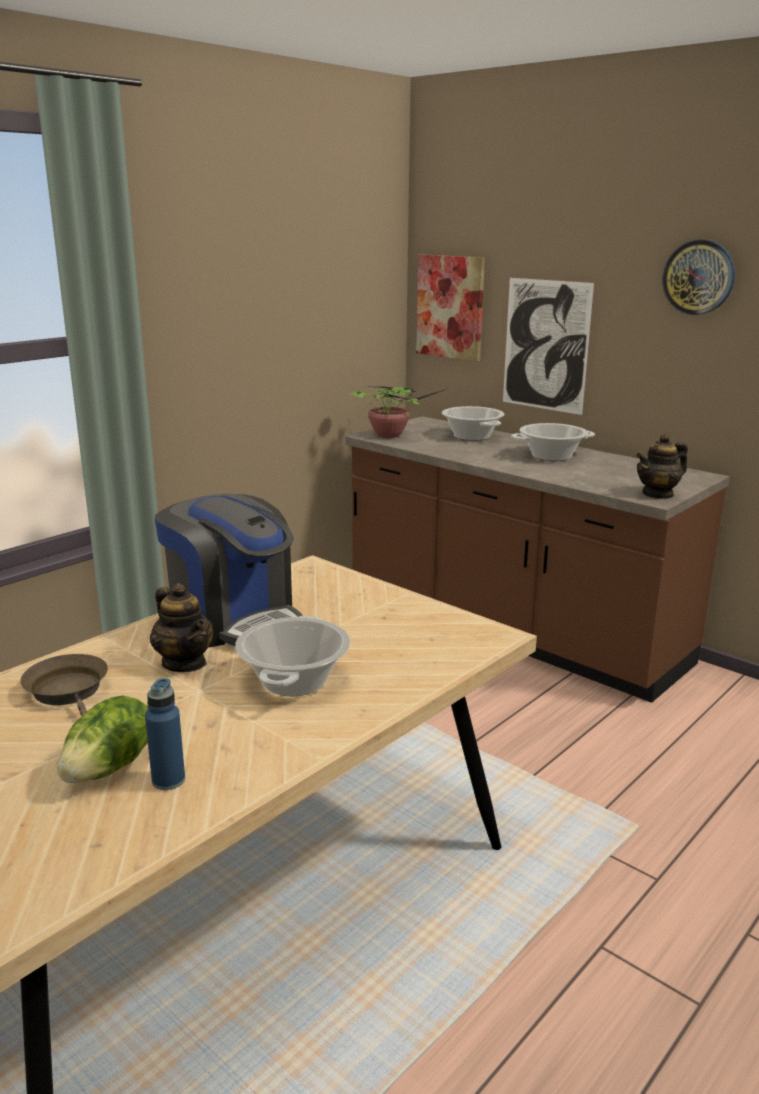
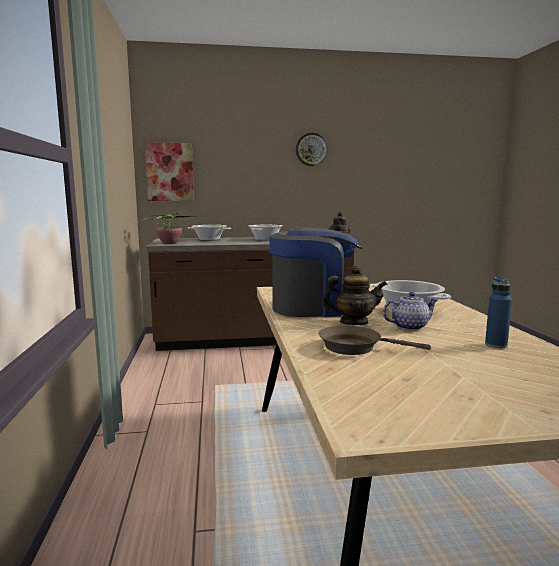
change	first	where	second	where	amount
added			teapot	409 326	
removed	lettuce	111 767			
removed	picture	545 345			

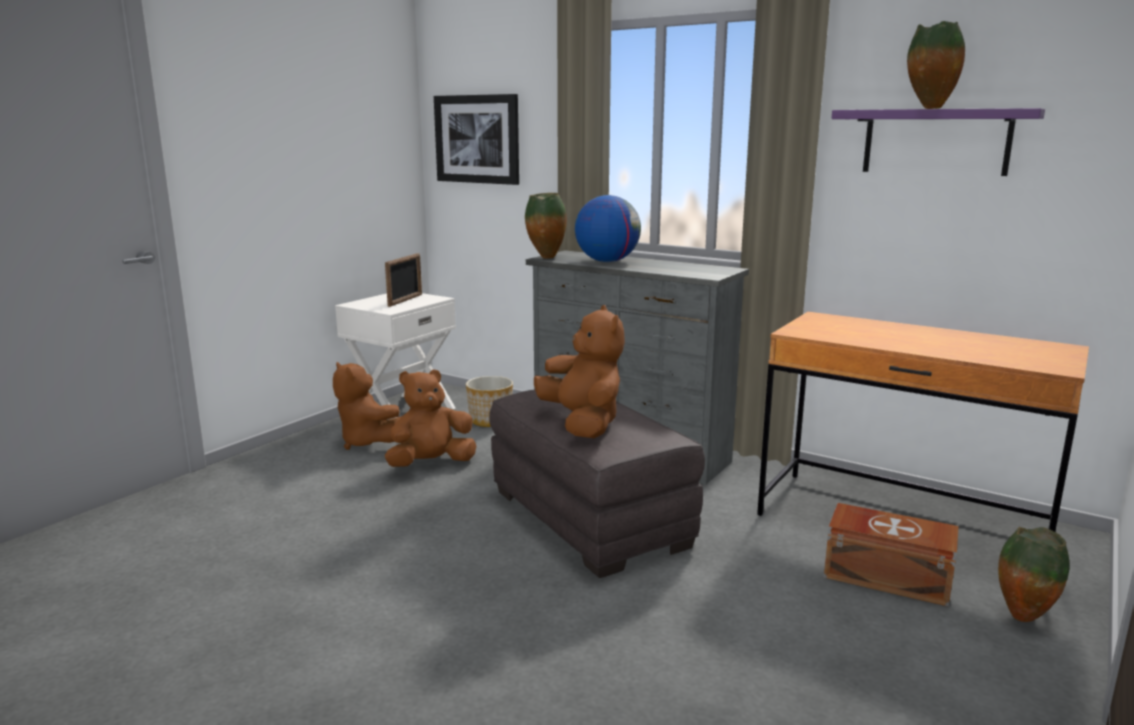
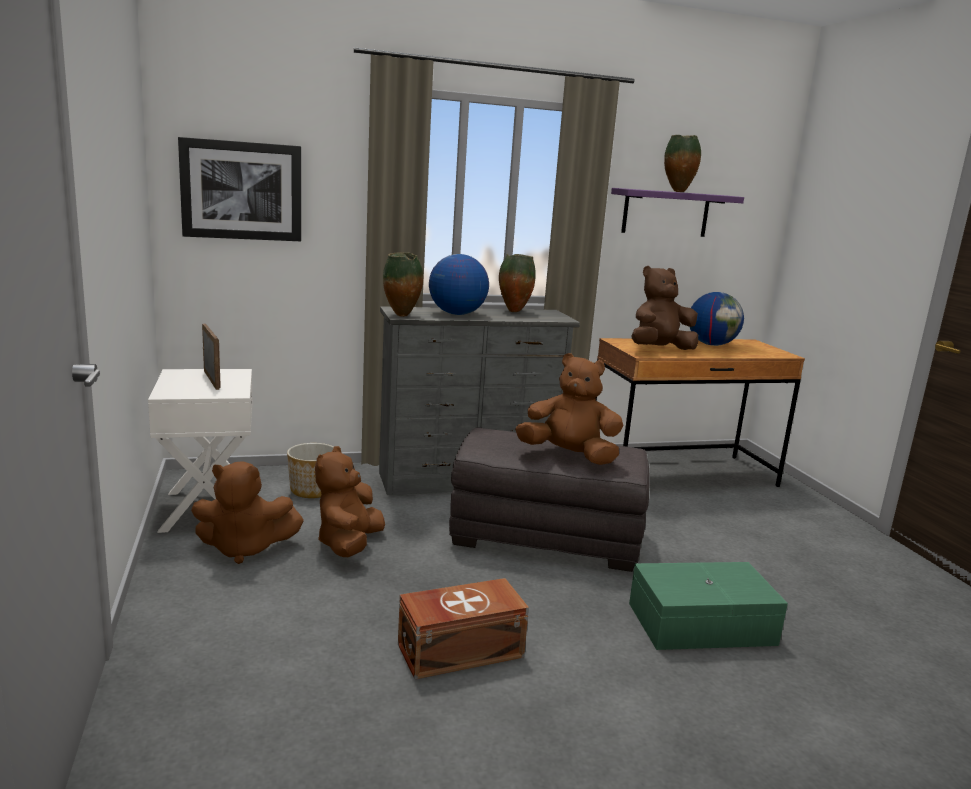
change	first	where	second	where	amount
moved	brown_storage_box	885 576		458 650	
moved	vase	1022 617		513 311	
added			green_storage_box	699 622	
added			brown_plush_toy	659 350	
added			globe	711 344	

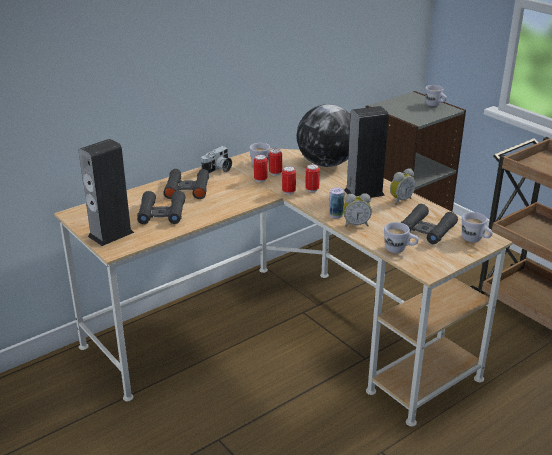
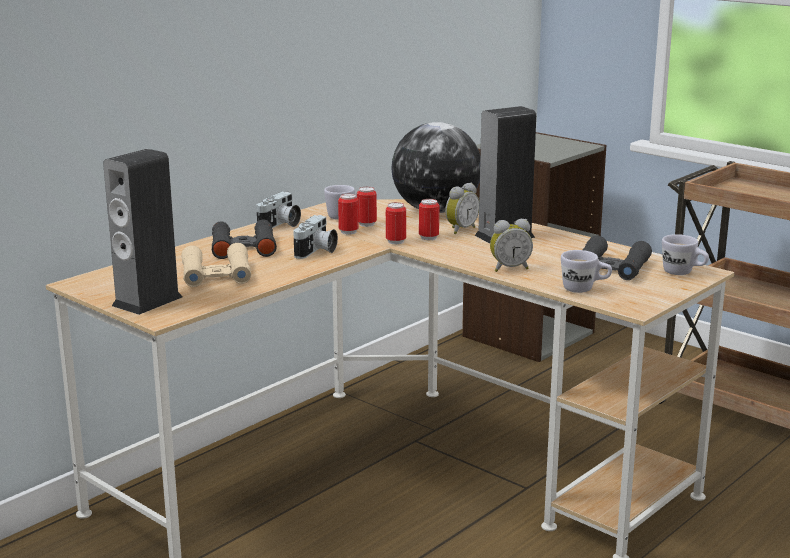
change	first	where	second	where	amount
recoloured	black_binoculars	162 213	beige_binoculars	216 274	
added			photo_camera	316 251	
moved	alarm_clock	400 200		460 230	
removed	can	336 215			
removed	white_mug	435 105			

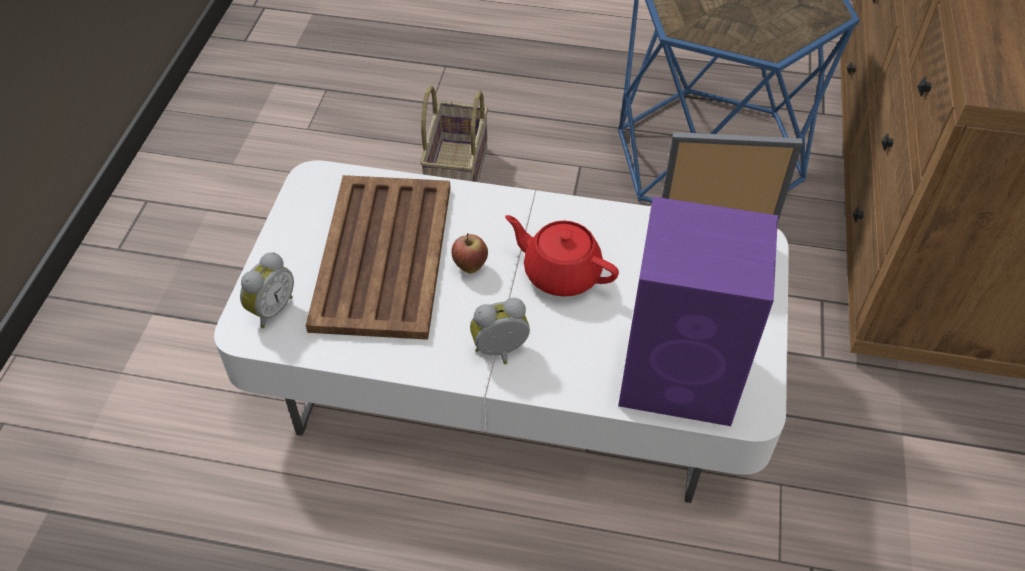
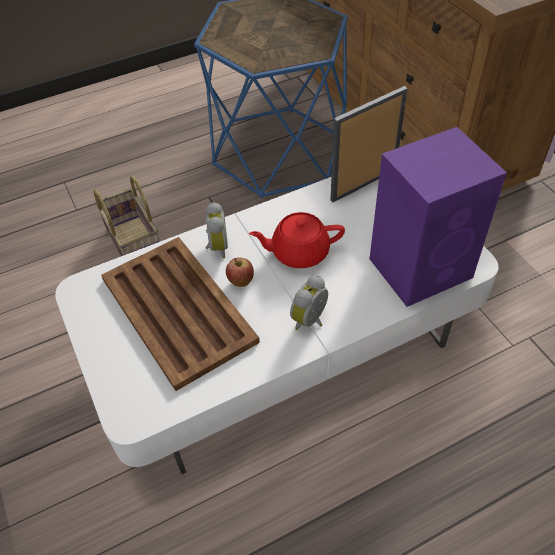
change	first	where	second	where	amount
moved	alarm_clock	270 309		216 247	

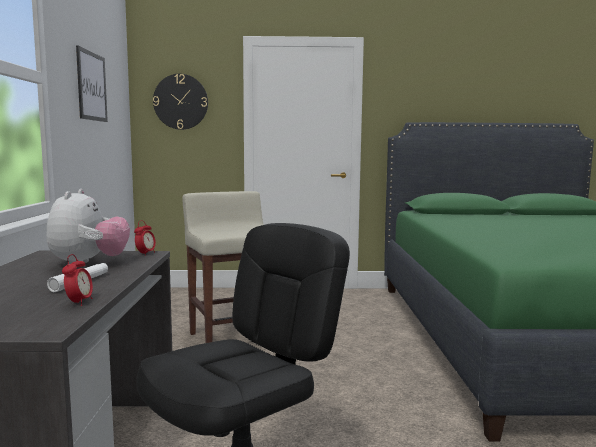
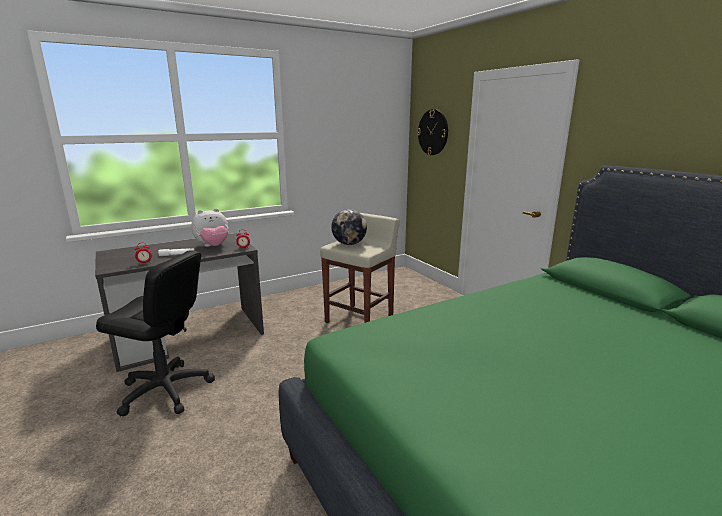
change	first	where	second	where	amount
added			globe	349 244	
removed	picture	91 86			

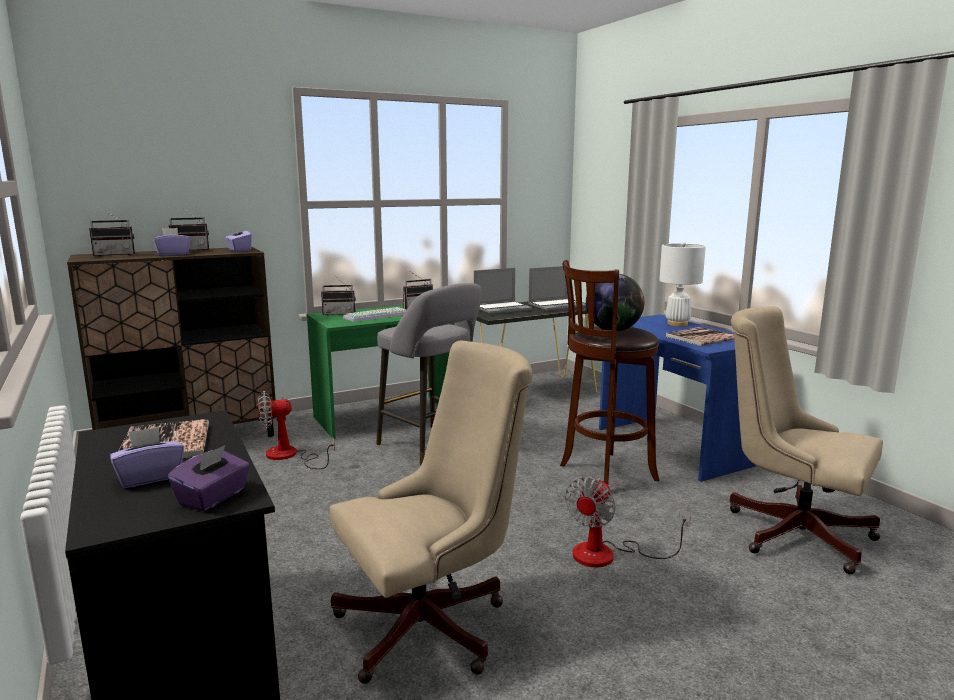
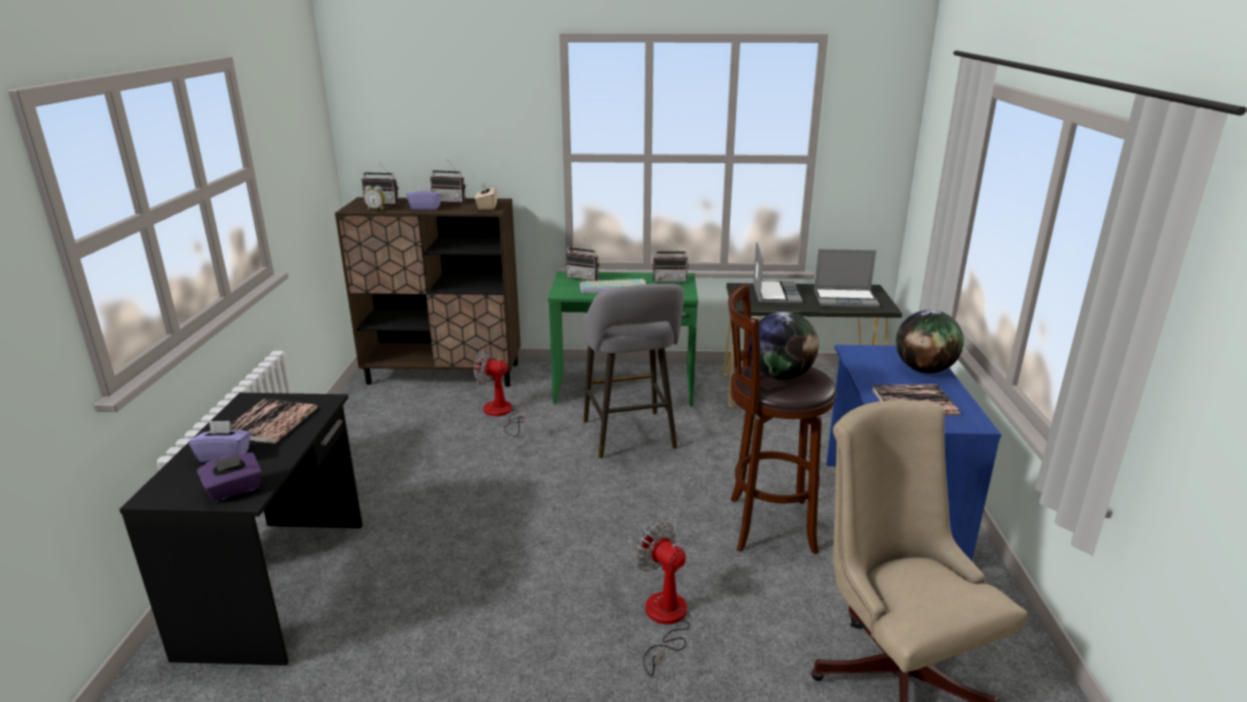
change	first	where	second	where	amount
added			alarm_clock	376 209	
recoloured	purple_tissue_box	239 250	beige_tissue_box	487 207	
turned	fan	608 555		664 621	75 degrees clockwise
turned	laptop	502 309		775 293	90 degrees counterclockwise
replaced	white_table_lamp	677 324	globe	924 370	
removed	beige_office_chair	433 625			

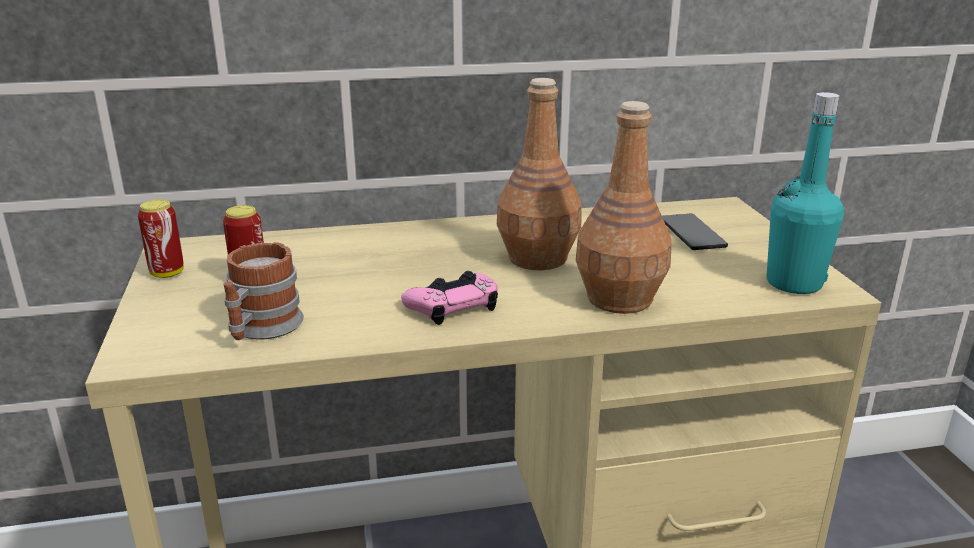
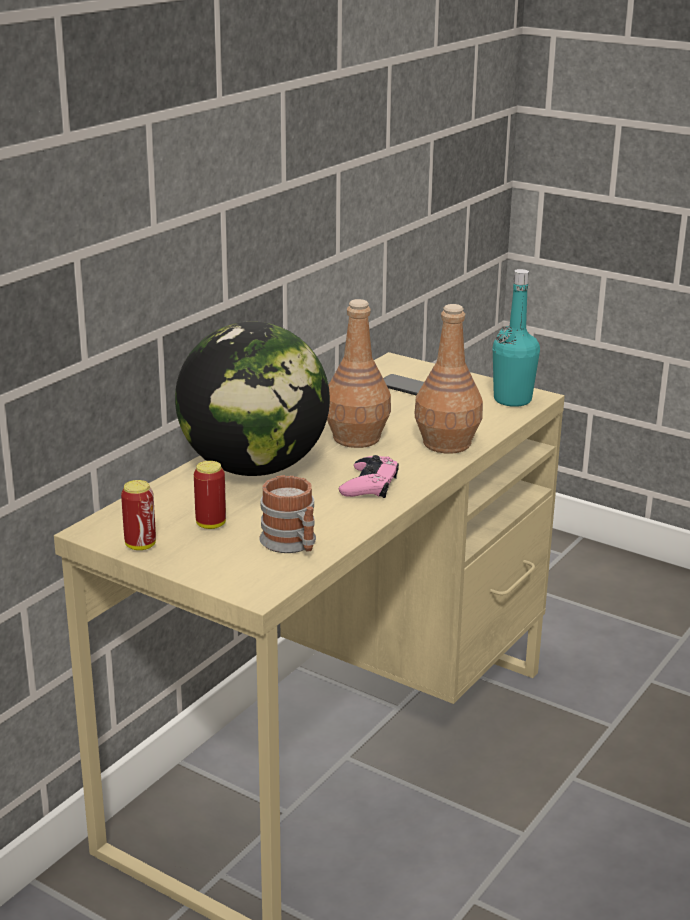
change	first	where	second	where	amount
added			globe	254 468	

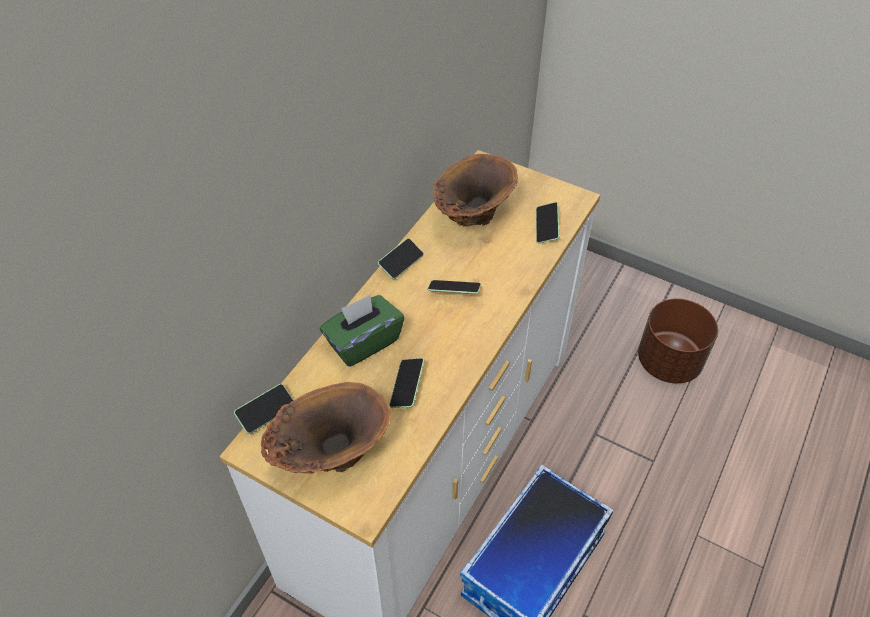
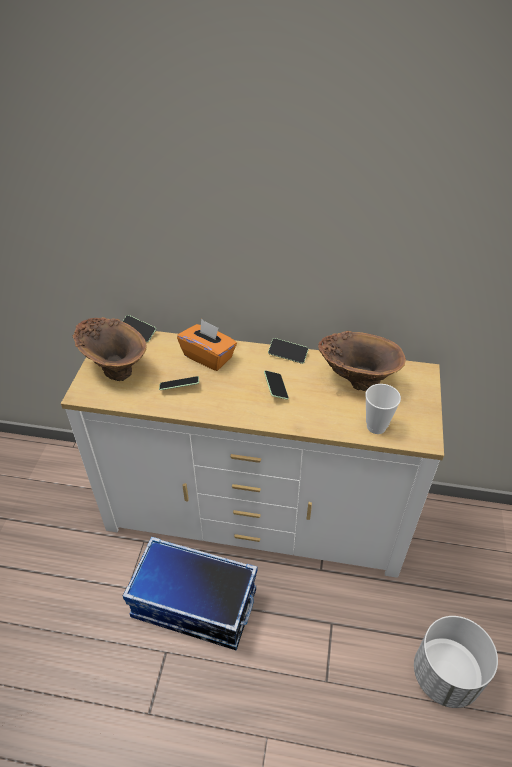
change	first	where	second	where	amount
recoloured	green_tissue_box	363 342	orange_tissue_box	208 356	
replaced	phone	546 227	cup	376 426	
recoloured	brown_planter	668 362	white_planter	446 675	

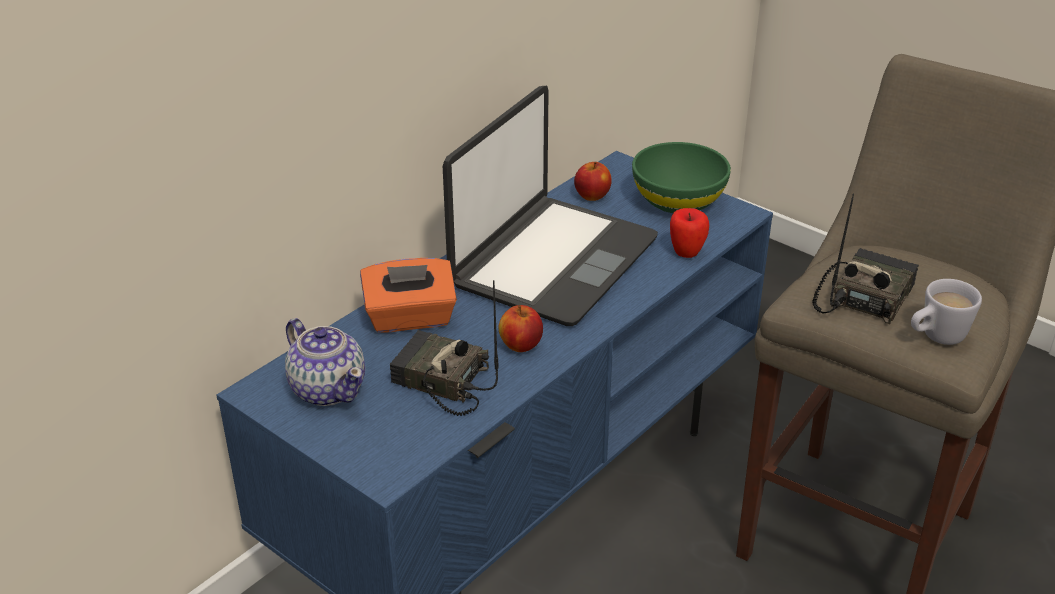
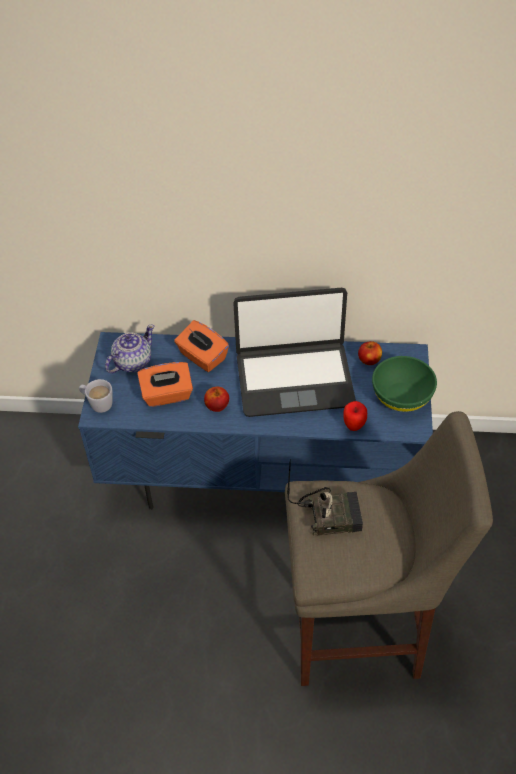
change	first	where	second	where	amount
moved	white_mug	935 337		97 404	
turned	teapot	328 388		132 362	150 degrees counterclockwise
replaced	radio	440 382	orange_tissue_box	167 395	

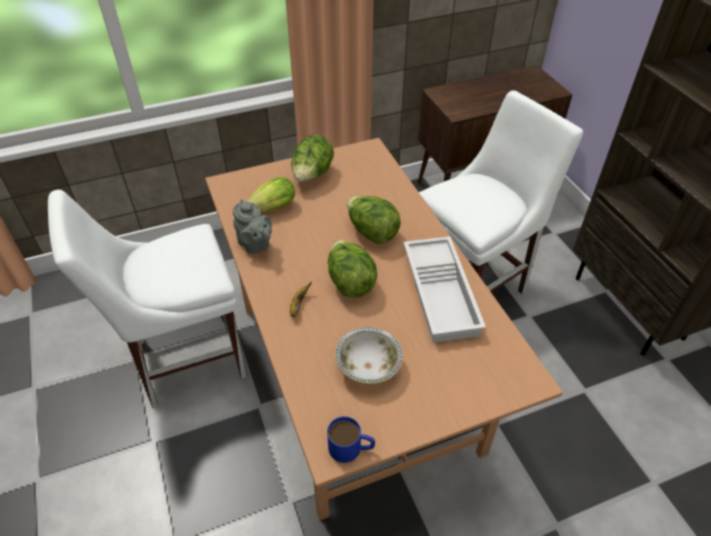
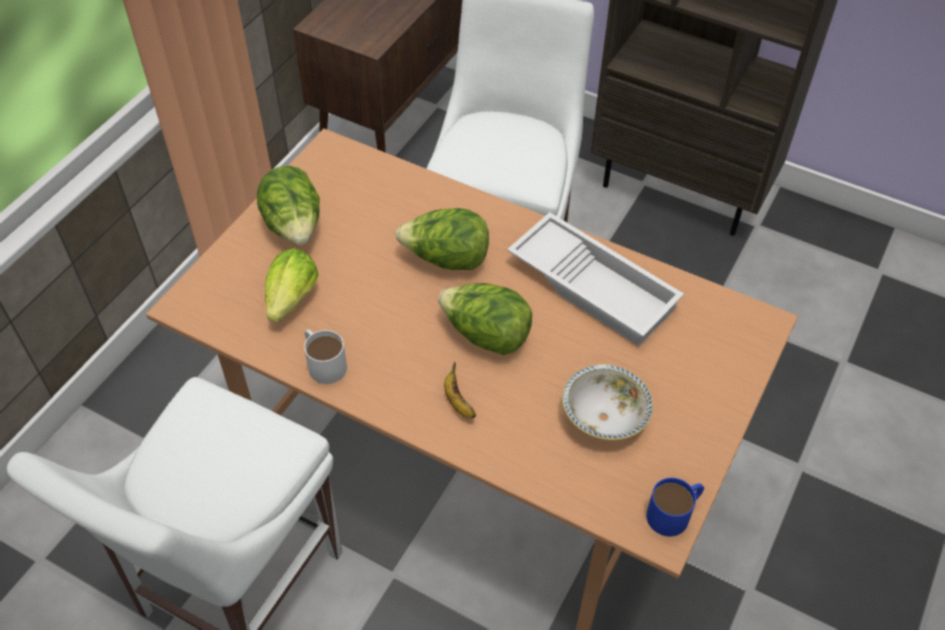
change	first	where	second	where	amount
replaced	grey_teapot	255 245	white_mug	323 362	

